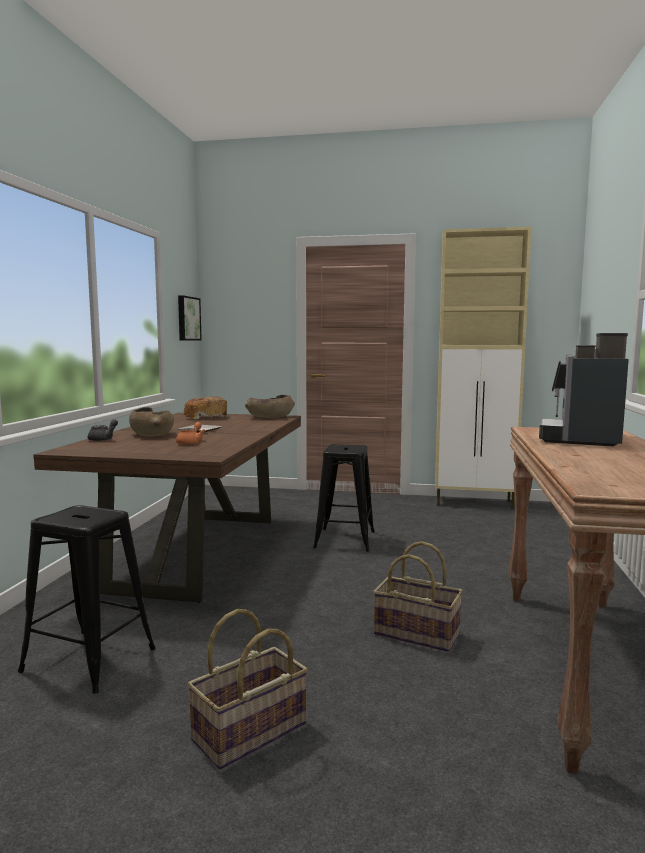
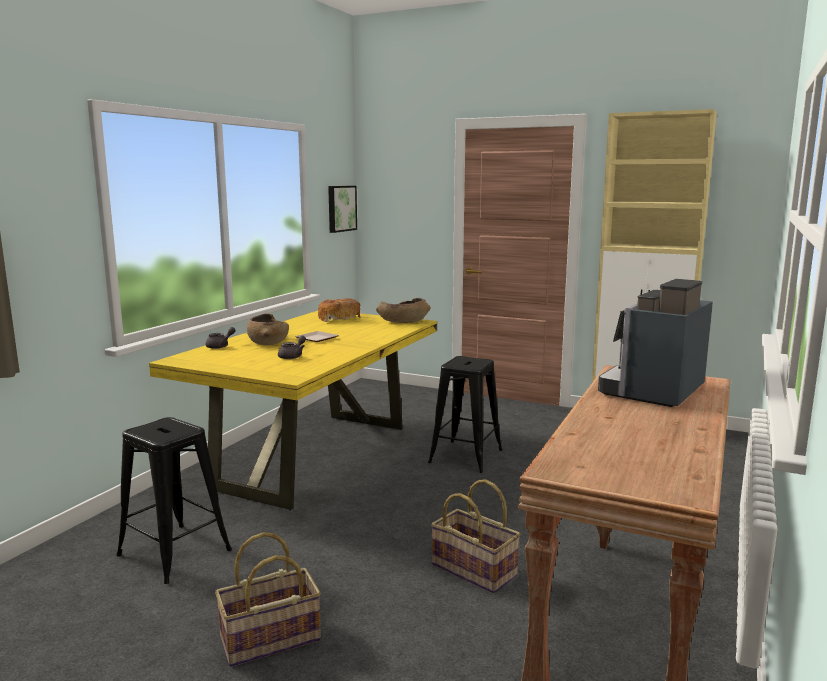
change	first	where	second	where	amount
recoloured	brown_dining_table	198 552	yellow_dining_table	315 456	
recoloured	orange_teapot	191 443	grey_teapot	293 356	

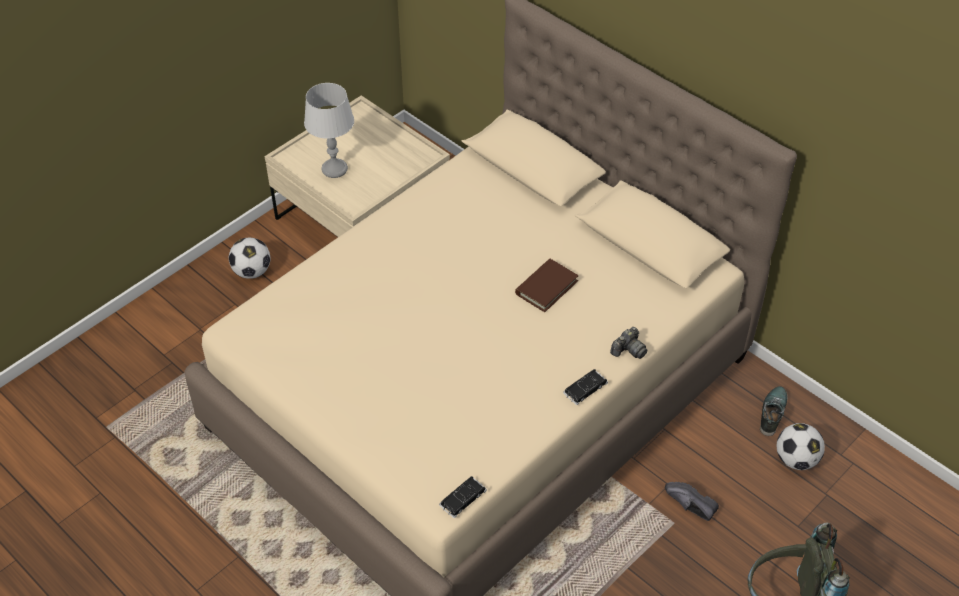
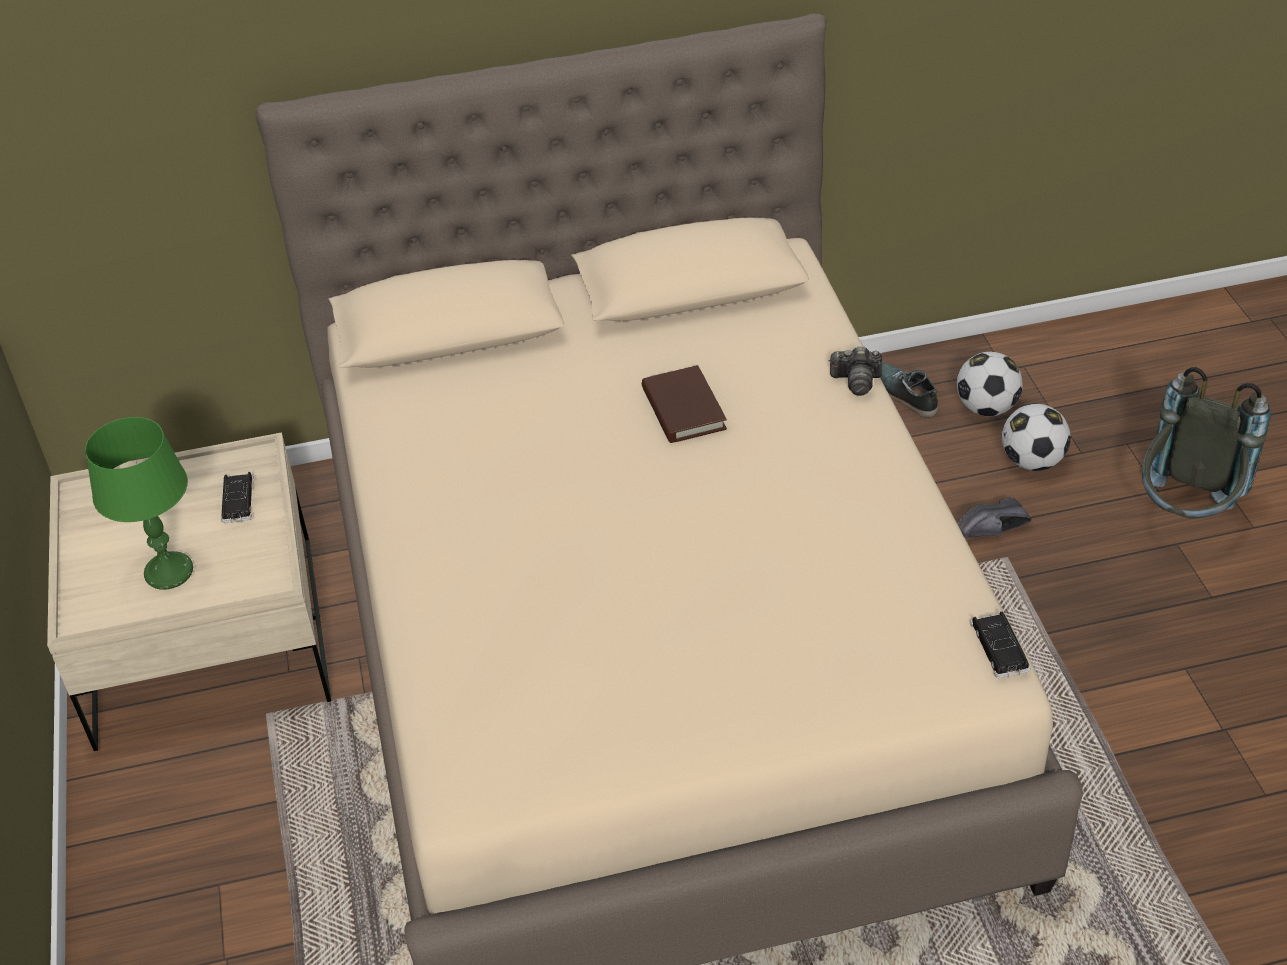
change	first	where	second	where	amount
recoloured	grey_table_lamp	334 169	green_table_lamp	168 573	
moved	black_toy_car	585 389		238 501	
turned	photo_camera	628 350		856 381	105 degrees clockwise
moved	football	252 271		1032 461	

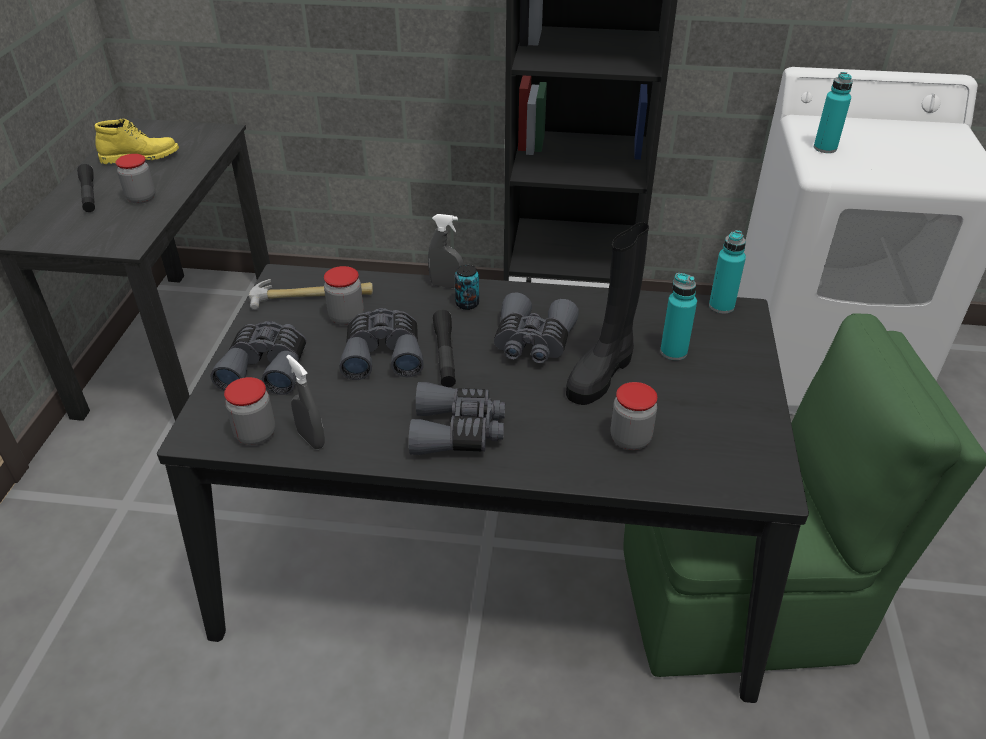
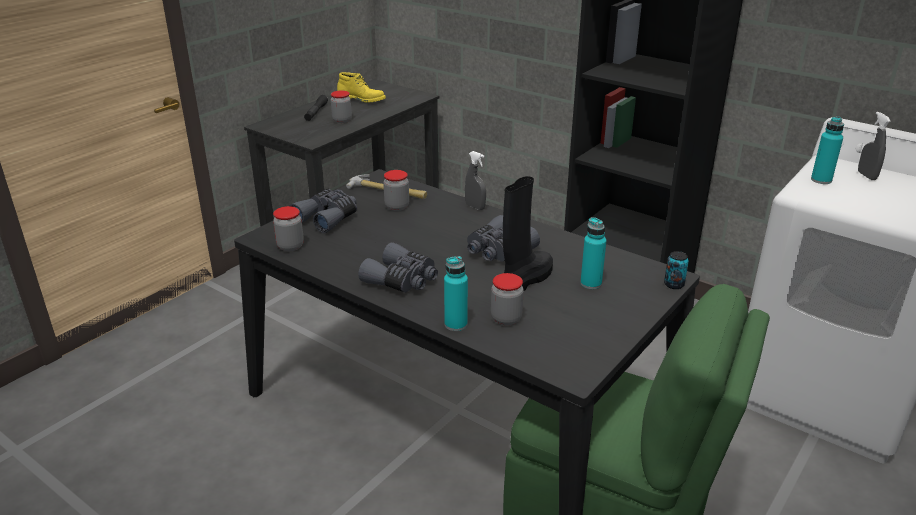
change	first	where	second	where	amount
moved	turquoise_bottle	721 306		455 324	
turned	black_boot	601 374		526 280	150 degrees clockwise
moved	can	467 304		674 284	
moved	grey_spray_bottle	311 439		866 176	
removed	grey_binoculars	383 353			
removed	black_flashlight	445 355			

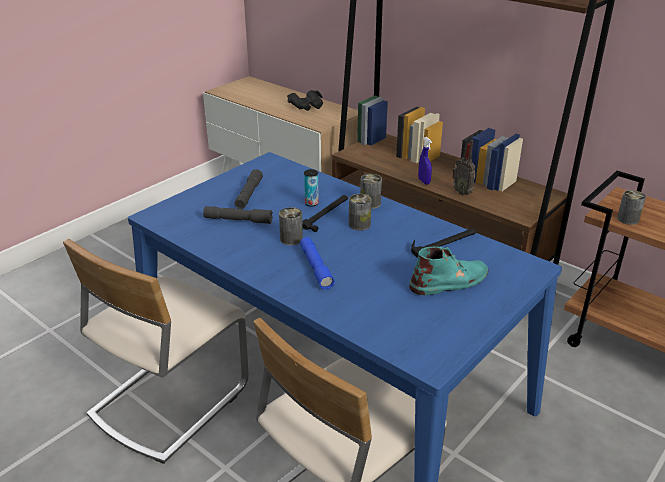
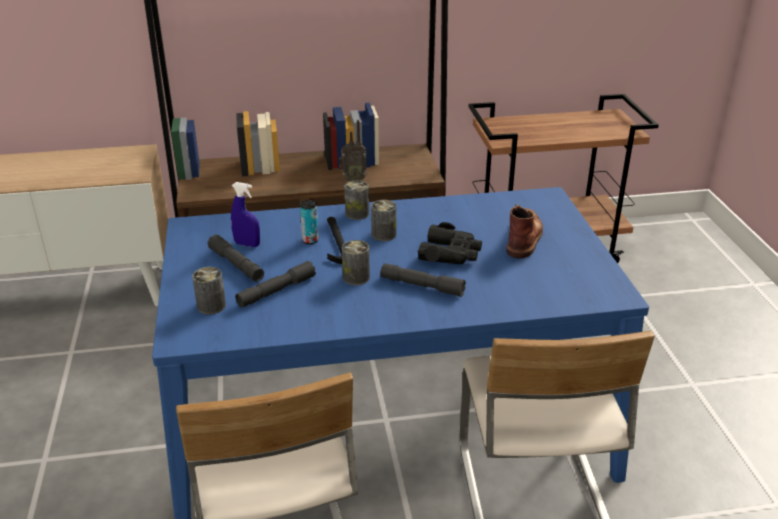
change	first	where	second	where	amount
moved	can	628 219		211 306	
moved	blue_spray_bottle	424 181		247 244	
recoloured	blue_flashlight	316 268	grey_flashlight	422 286	
moved	black_binoculars	307 106		450 253	
recoloured	turquoise_boot	450 281	brown_boot	523 236	
removed	hammer	444 244			

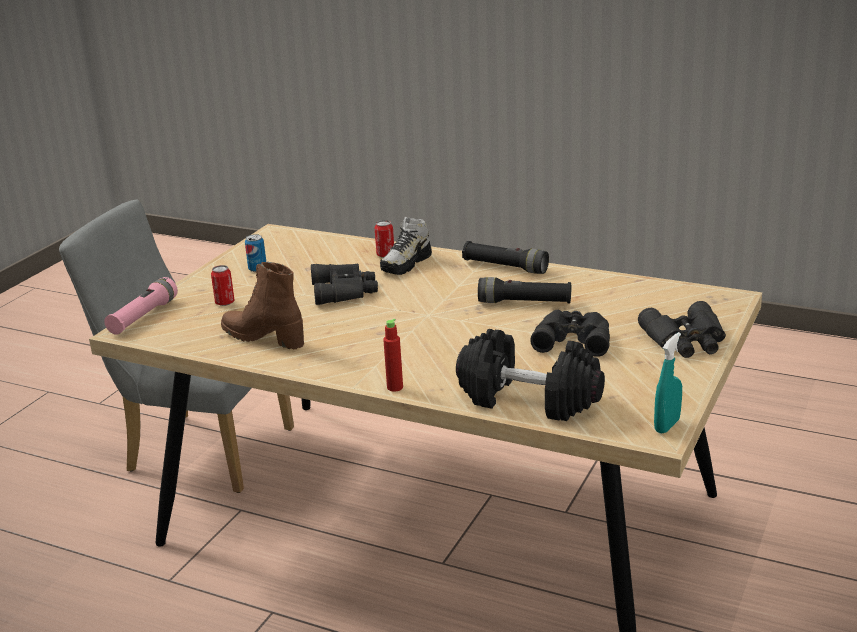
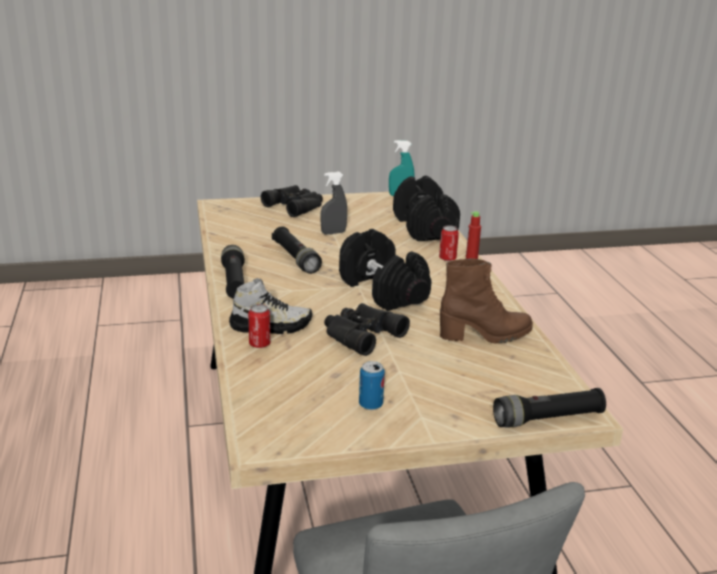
change	first	where	second	where	amount
replaced	black_binoculars	573 339	grey_spray_bottle	333 233	
added			black_dumbbell	383 290	
moved	can	225 303		447 258	
turned	brown_boot	264 338		485 335	90 degrees counterclockwise
recoloured	pink_flashlight	143 317	black_flashlight	548 419	

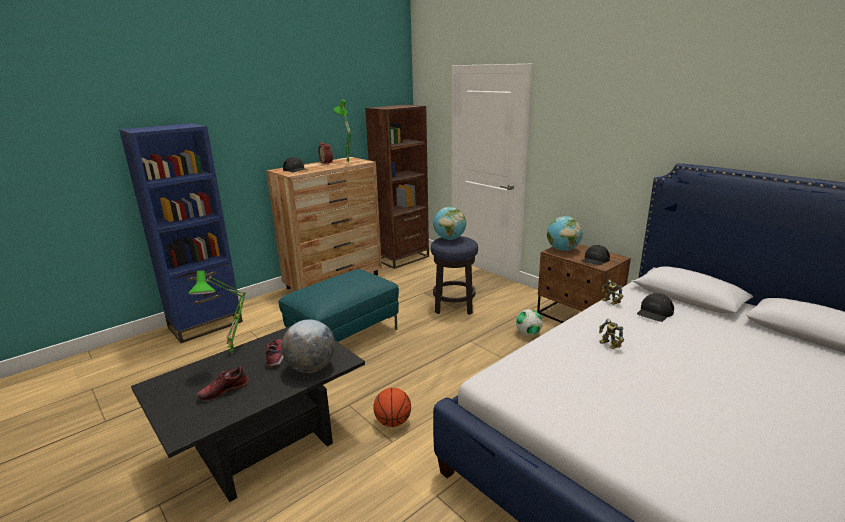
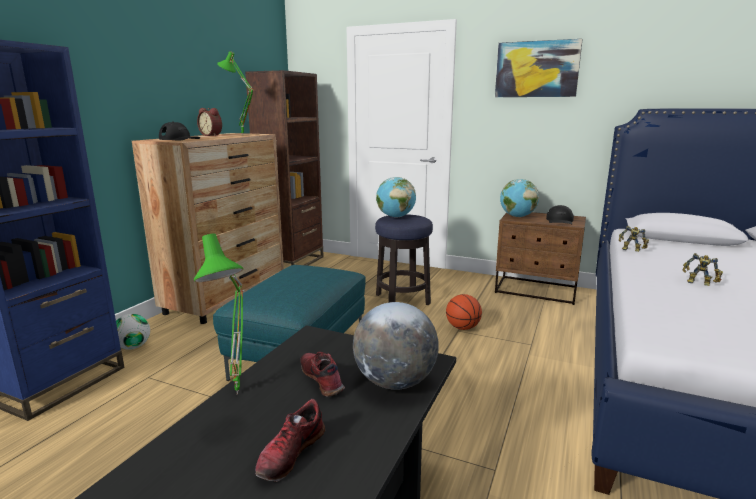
change	first	where	second	where	amount
moved	football	528 333		133 347	
moved	basketball	392 422		462 328	
added			picture	537 69	
removed	black_cap	654 312			

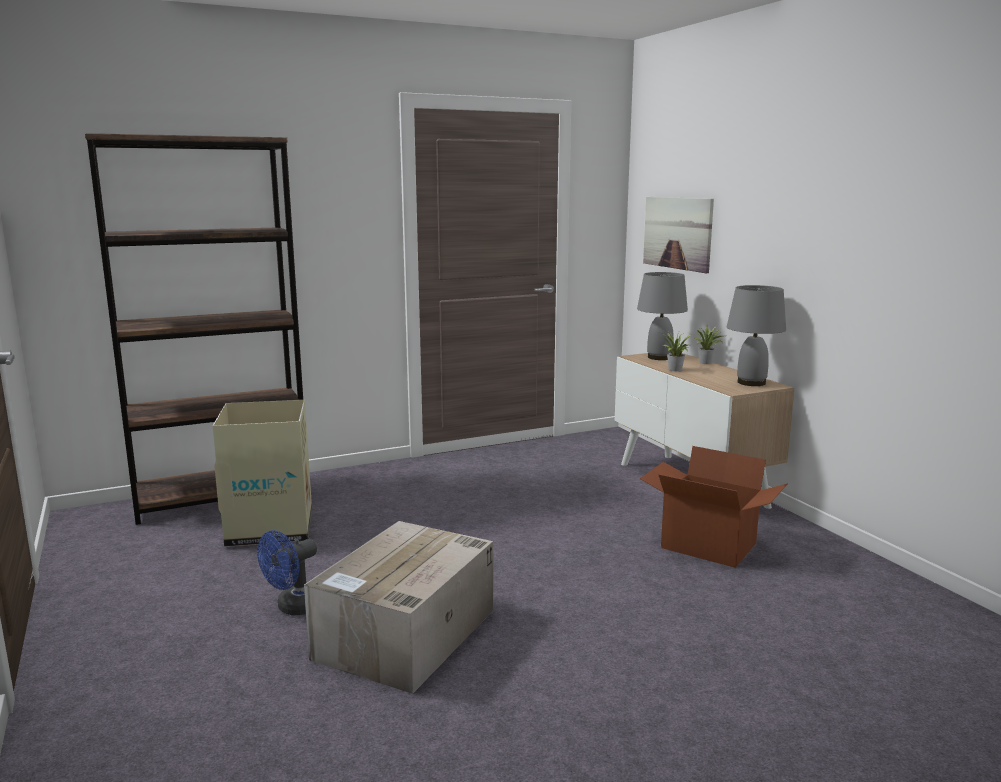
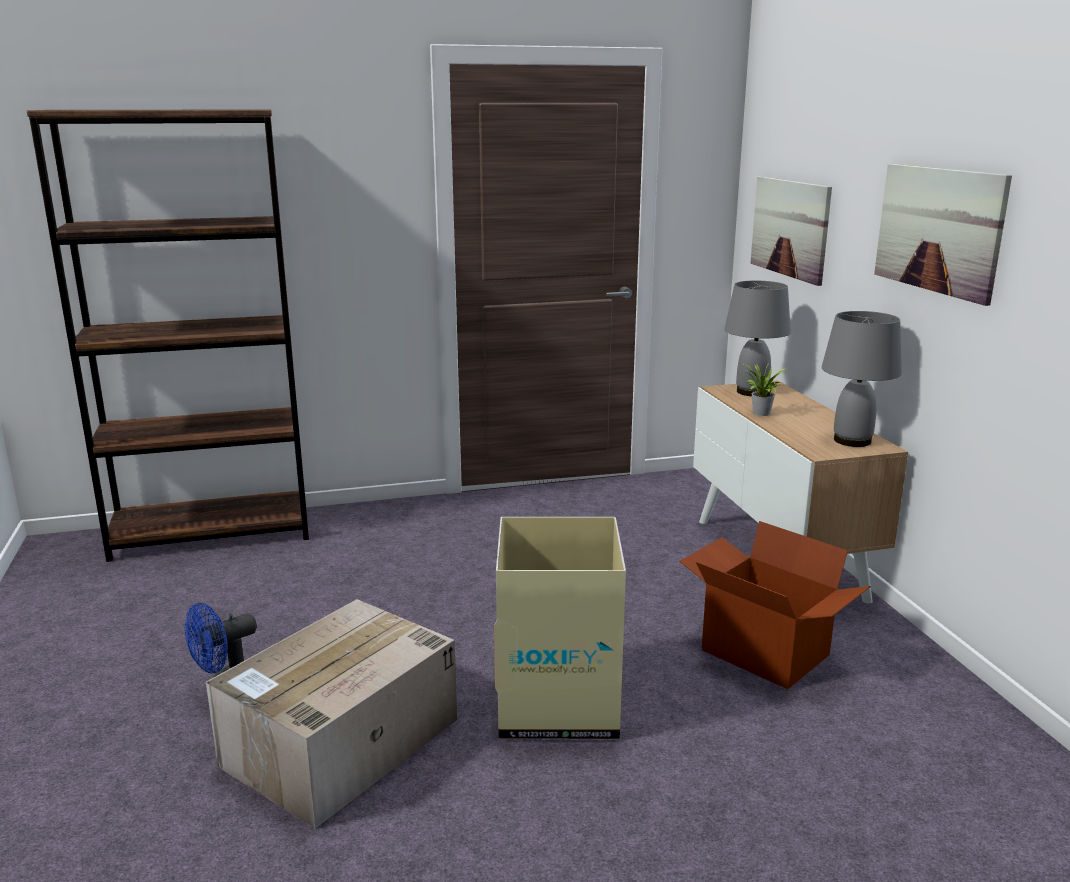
change	first	where	second	where	amount
moved	cardboard_box	271 527		558 703	
added			picture	938 230	
removed	potted_plant	707 363			

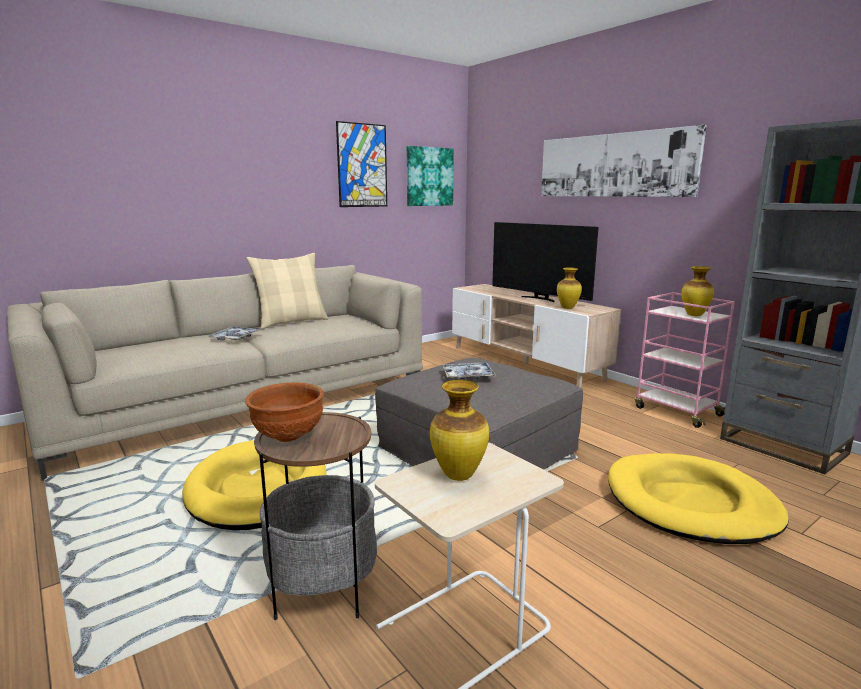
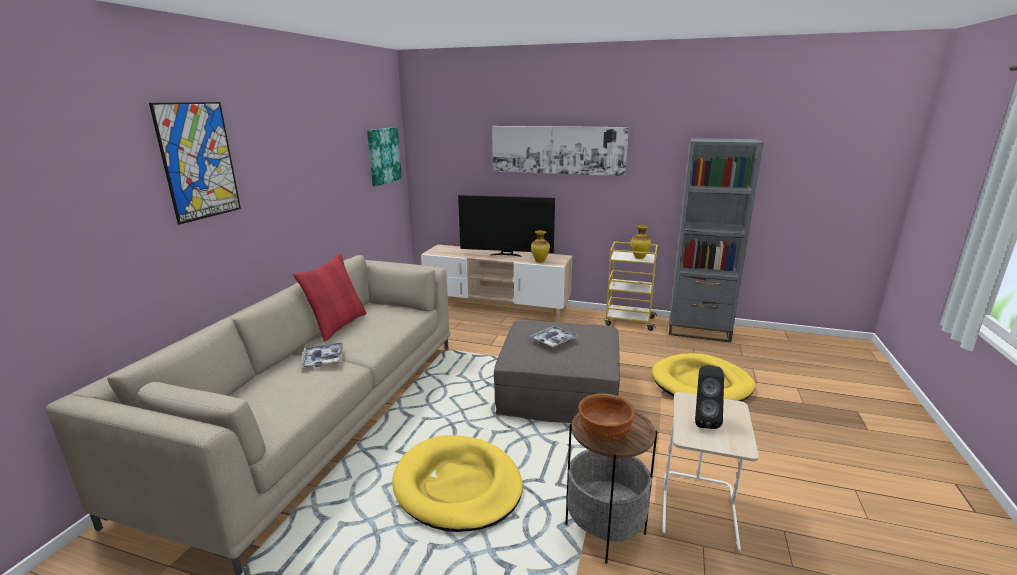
change	first	where	second	where	amount
moved	picture	362 165		198 161	
recoloured	beige_pillow	291 322	red_pillow	338 325	
recoloured	pink_cart	676 411	yellow_cart	628 321	
replaced	vase	459 475	black_speaker	703 420	

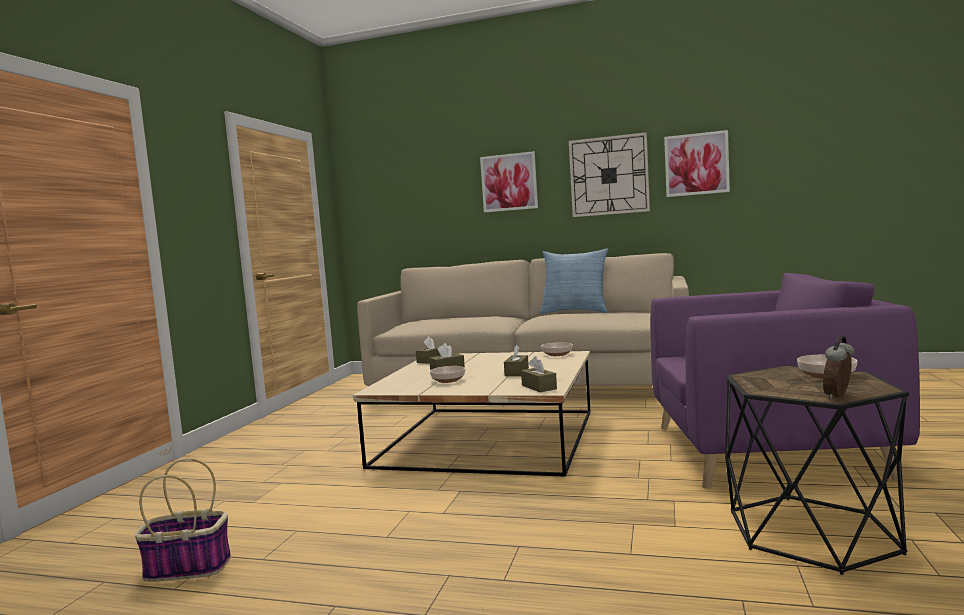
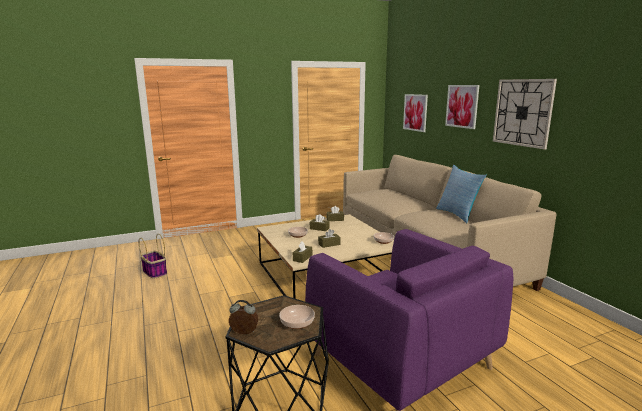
change	first	where	second	where	amount
moved	picture	696 164		415 112	

